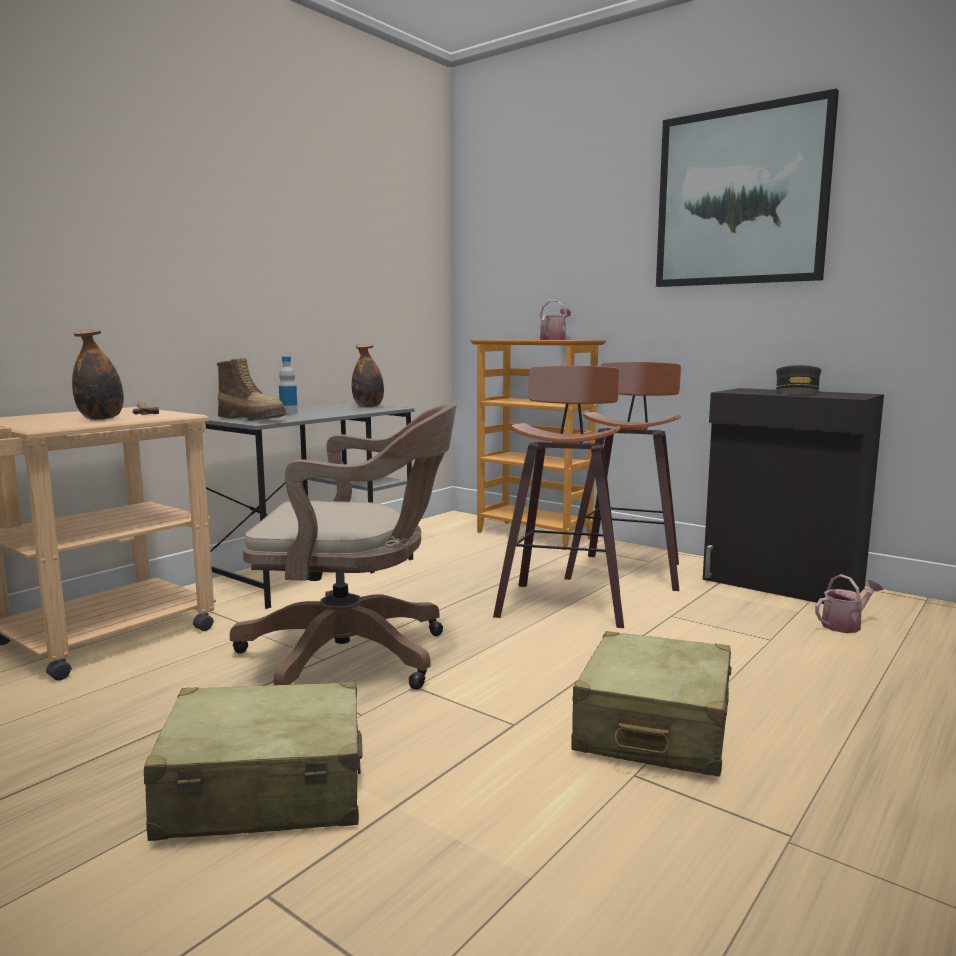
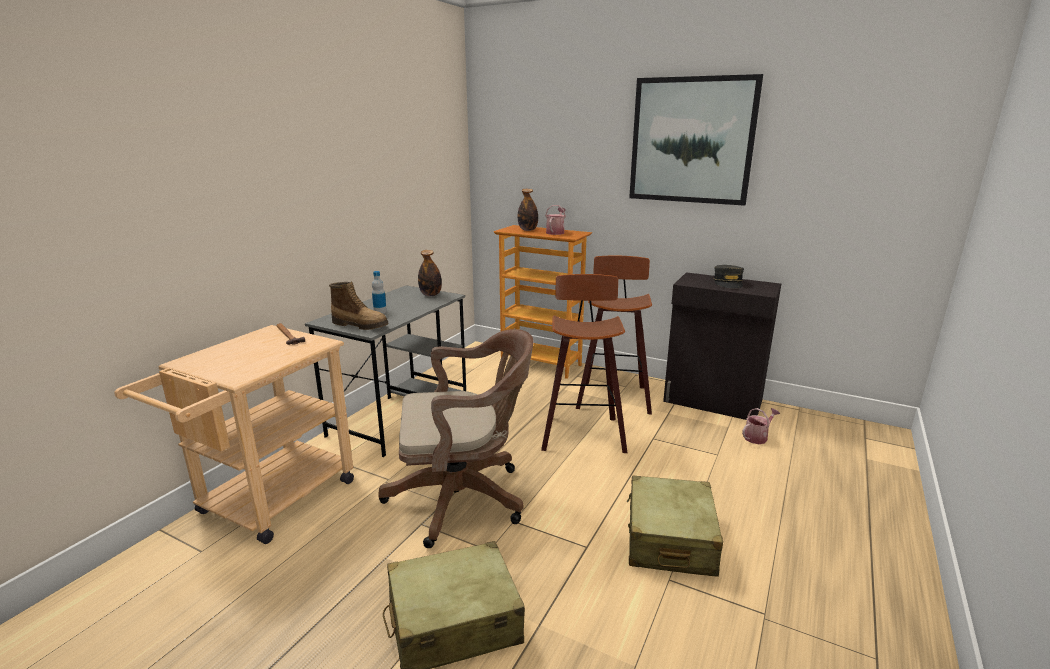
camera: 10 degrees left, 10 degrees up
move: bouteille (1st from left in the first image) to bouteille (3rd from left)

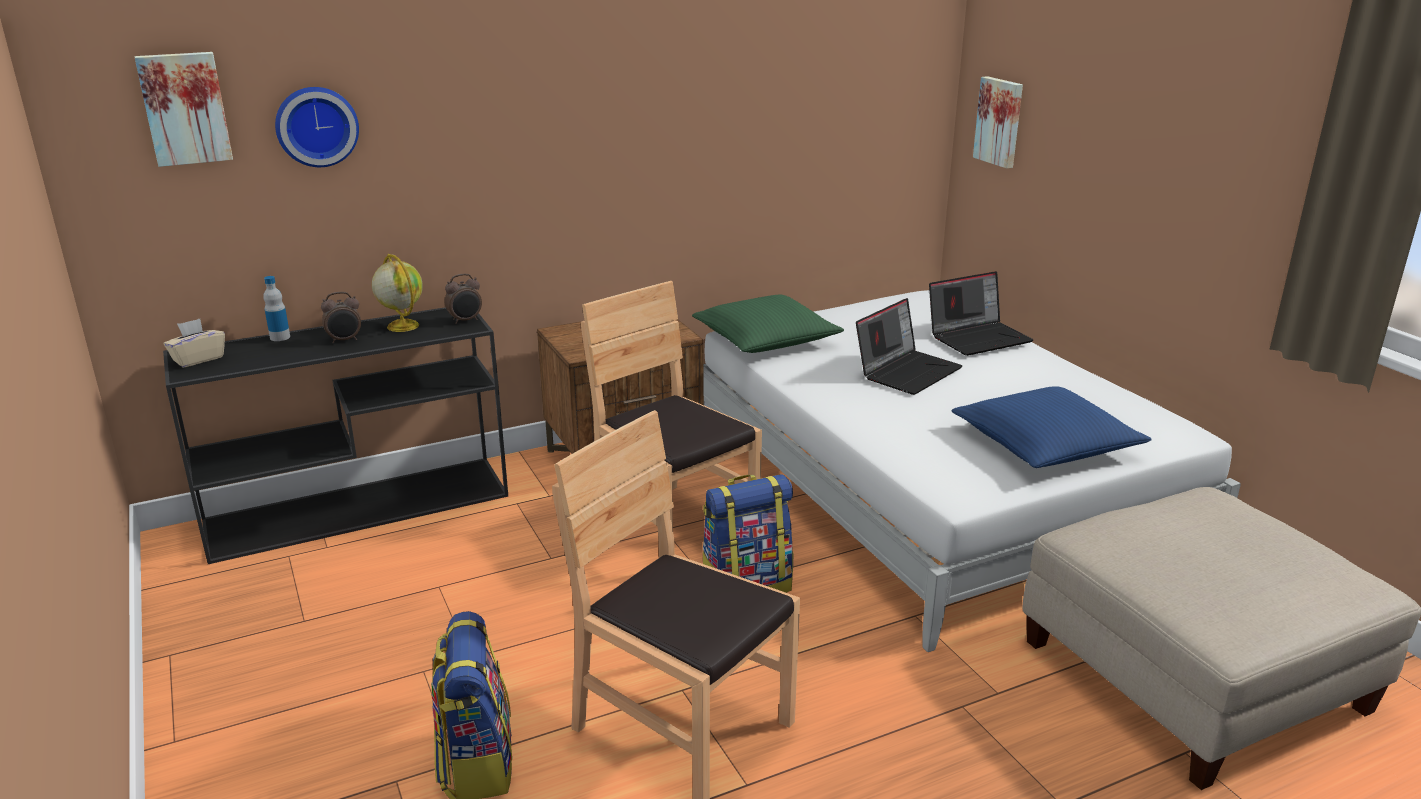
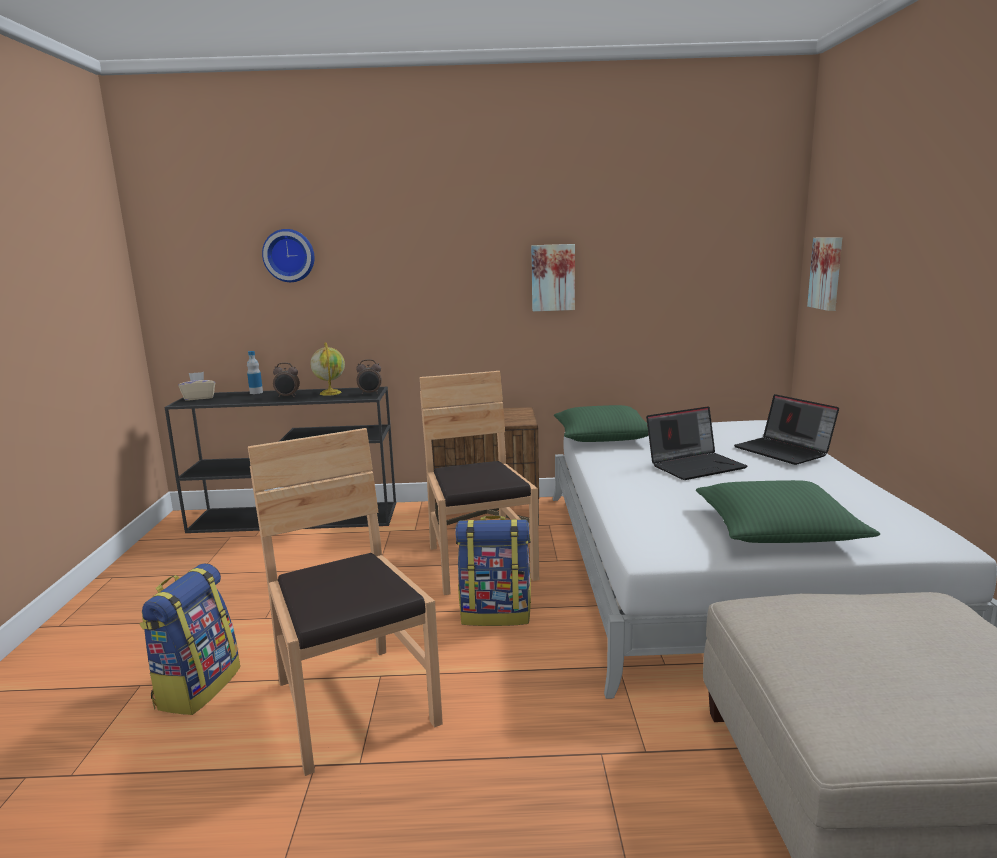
camera: 25 degrees right, 10 degrees down
move: tableau (1st from left)
recolor: coussin (bleu) to coussin (vert) (2nd from left)
rotate: ordinateur portable (2nd from left) 60 degrees clockwise

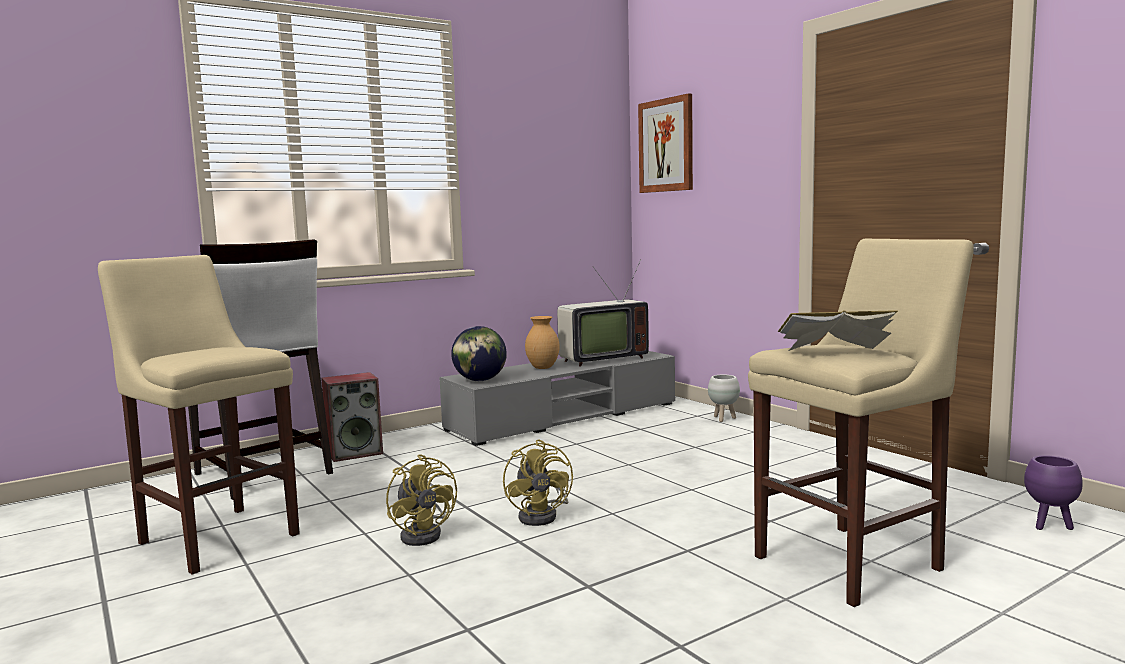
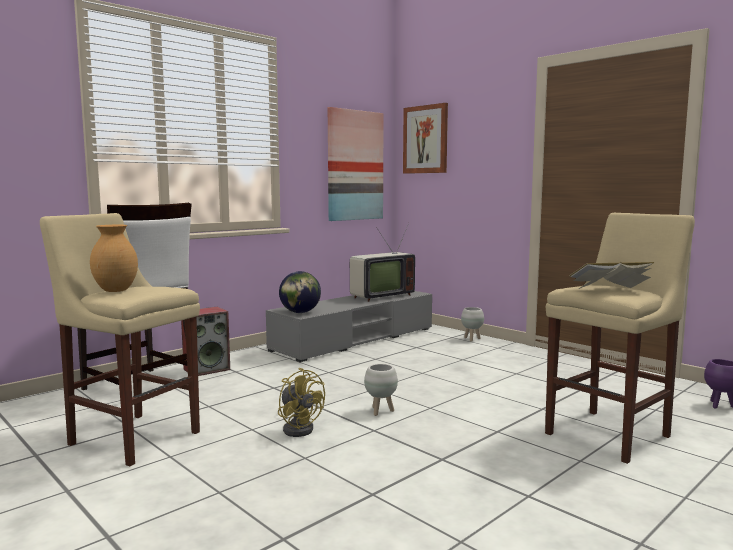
camera: 10 degrees left, 0 degrees up
insert: tableau (1st from left)
move: vase (marron)
replace: ventilateur (jaune) (2nd from left) to cache-pot (blanc) (1st from left)

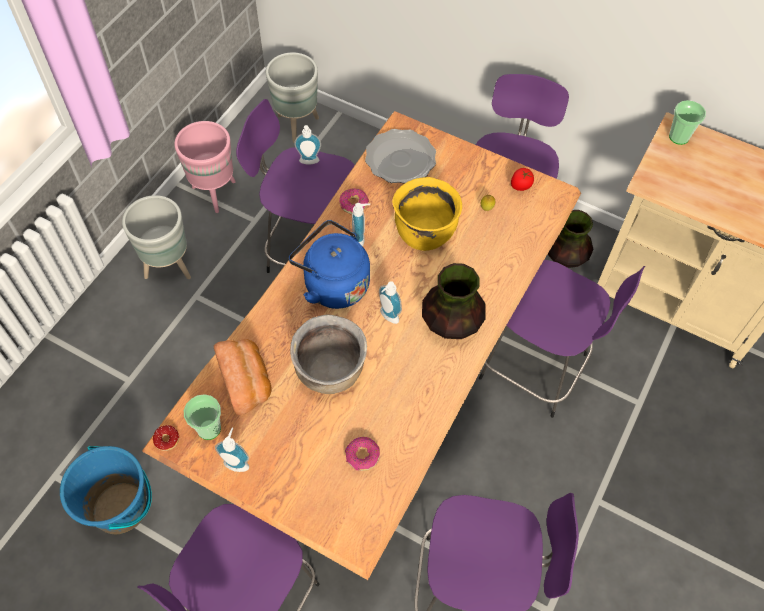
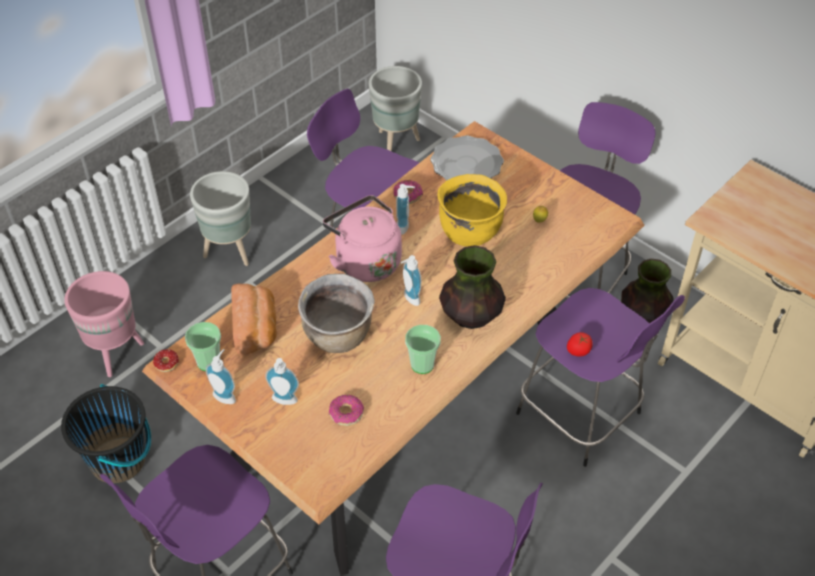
camera: 15 degrees right, 10 degrees down
move: tasse (2nd from left); cache-pot (rose); distributeur de savon (2nd from left); tomate
recolor: bouilloire (bleu) to bouilloire (rose); seau (bleu) to seau (noir)

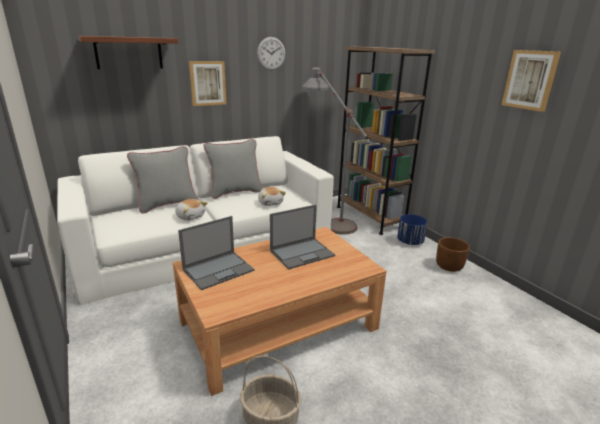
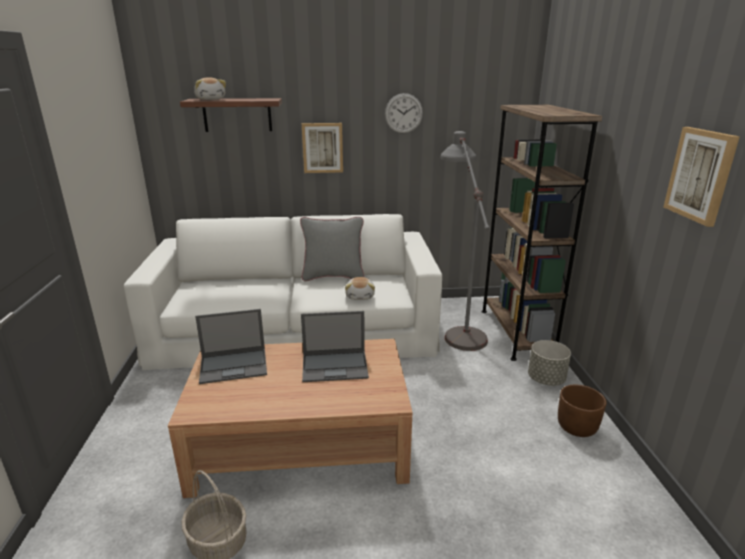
camera: 25 degrees right, 0 degrees up
delete: coussin (gris) (1st from left)
move: peluche (1st from left)
recolor: cache-pot (bleu) to cache-pot (gris)

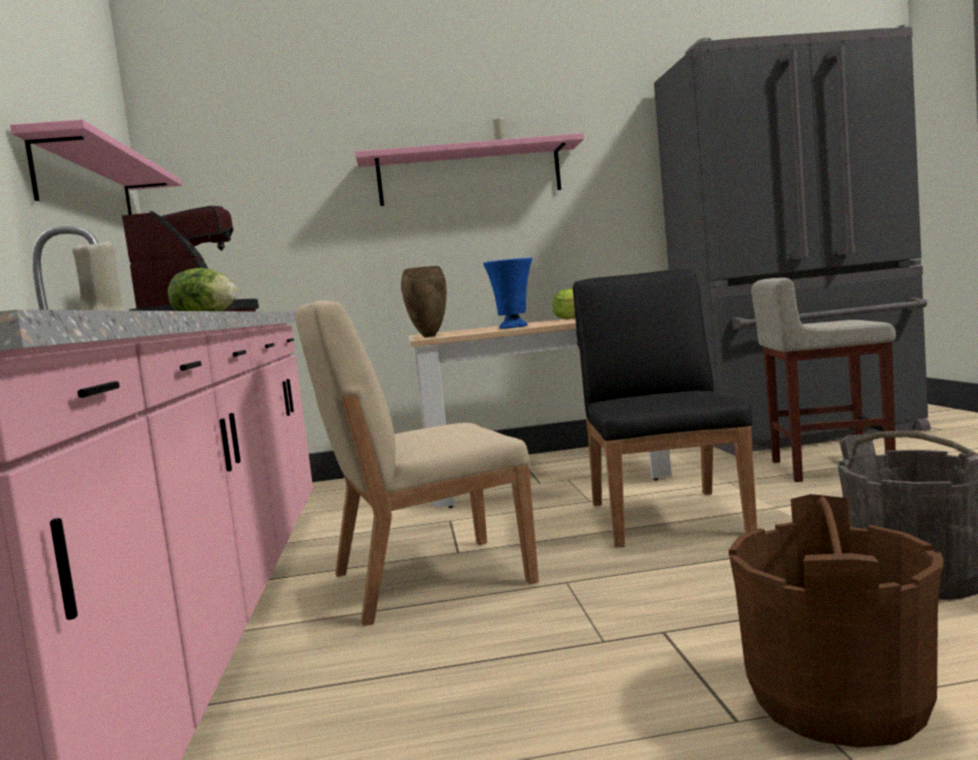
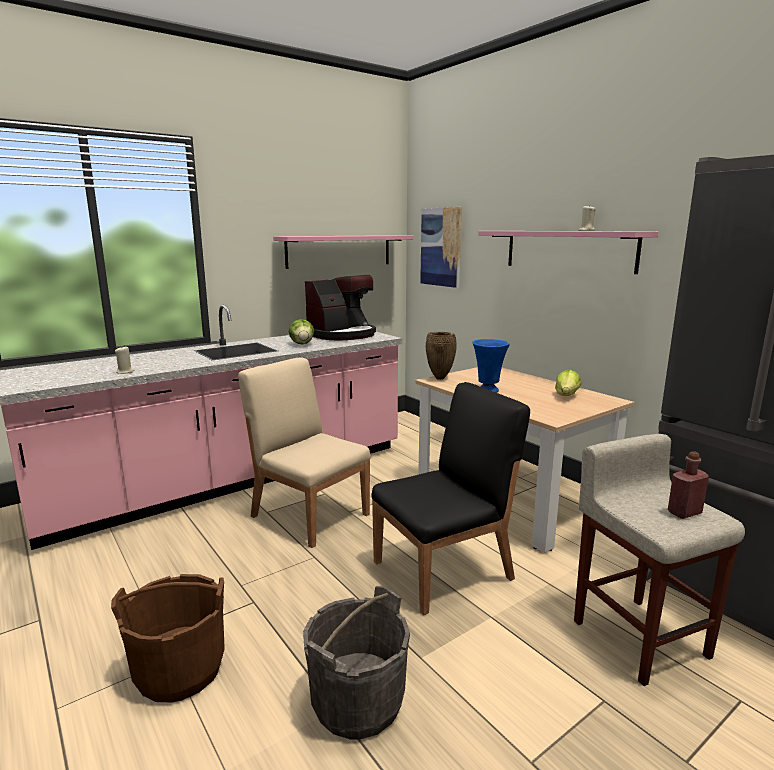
camera: 60 degrees right, 10 degrees up
insert: tableau; bouteille (rouge)

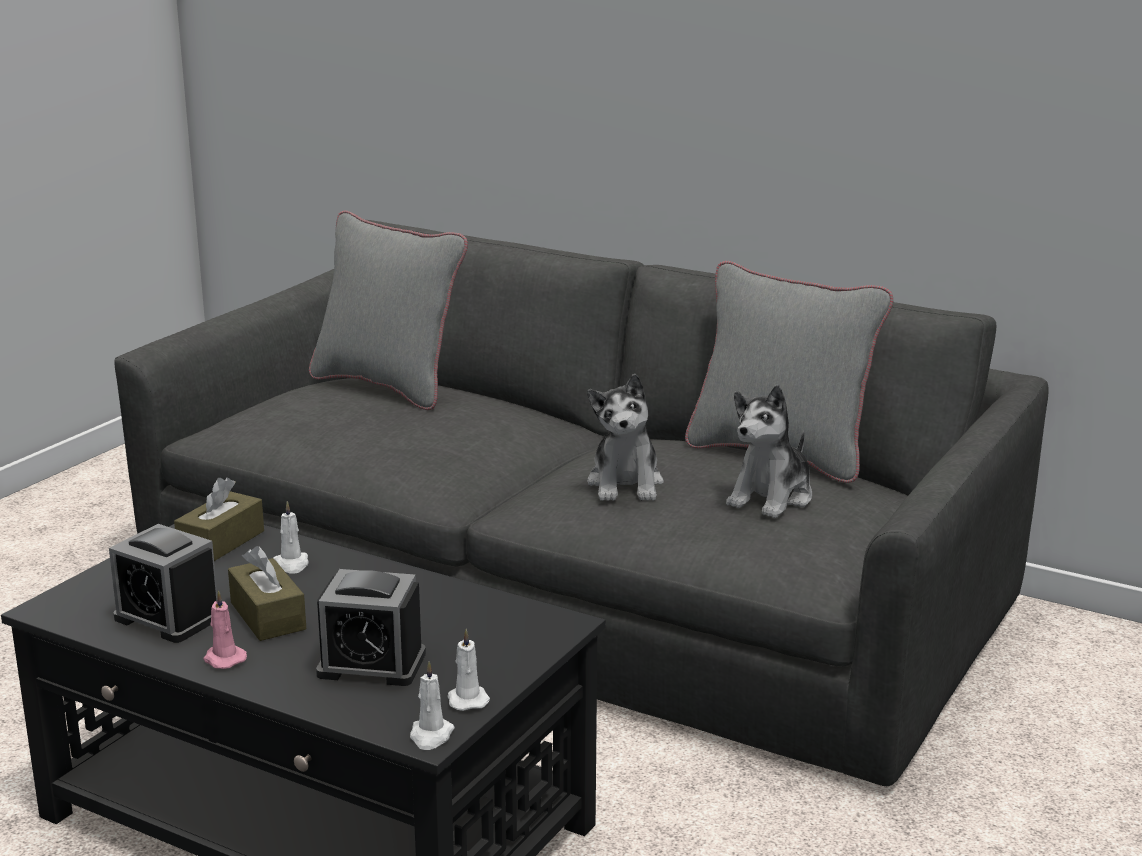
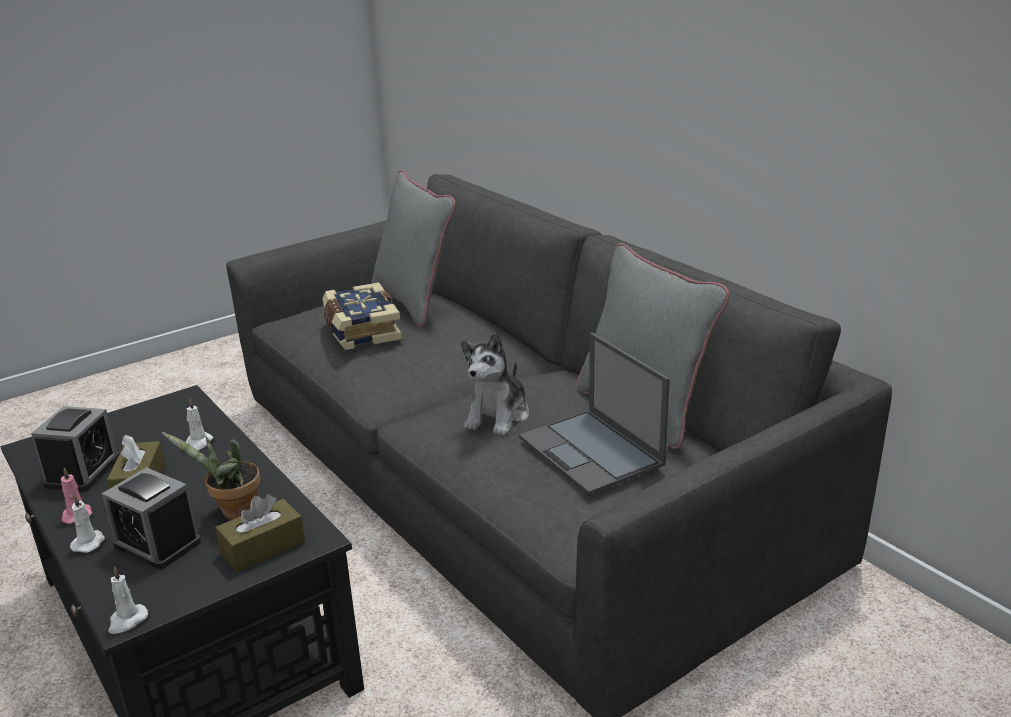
camera: 25 degrees right, 5 degrees up
insert: livre; plante en pot
move: boîte à mouchoirs (marron) (1st from left in the first image) to boîte à mouchoirs (marron) (2nd from left); bougie (blanc) (3rd from left in the first image) to bougie (blanc) (1st from left)
replace: peluche (2nd from left) to ordinateur portable
rotate: réveil (1st from left) 135 degrees counterclockwise

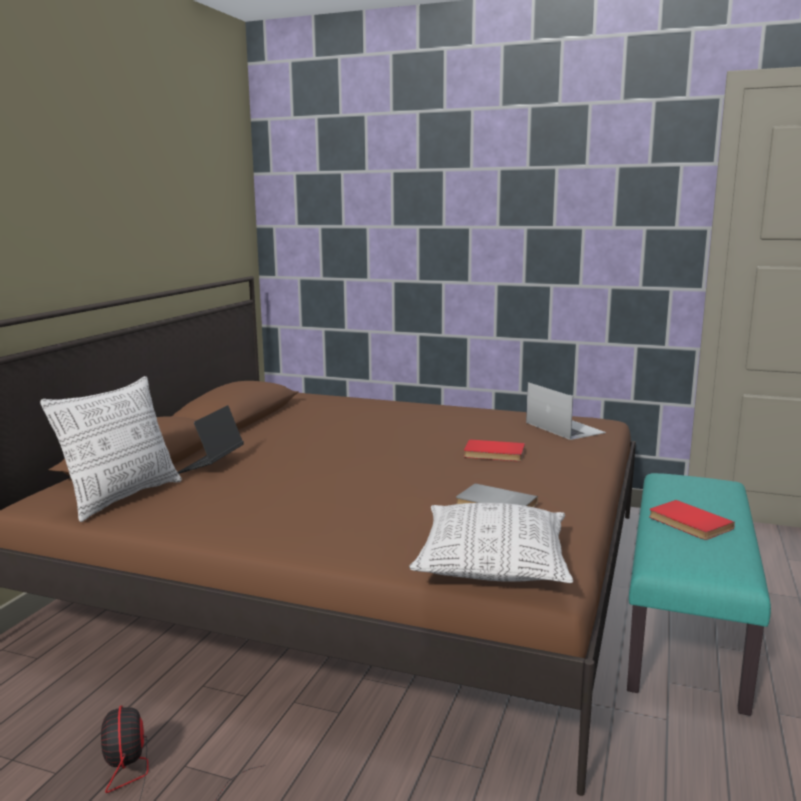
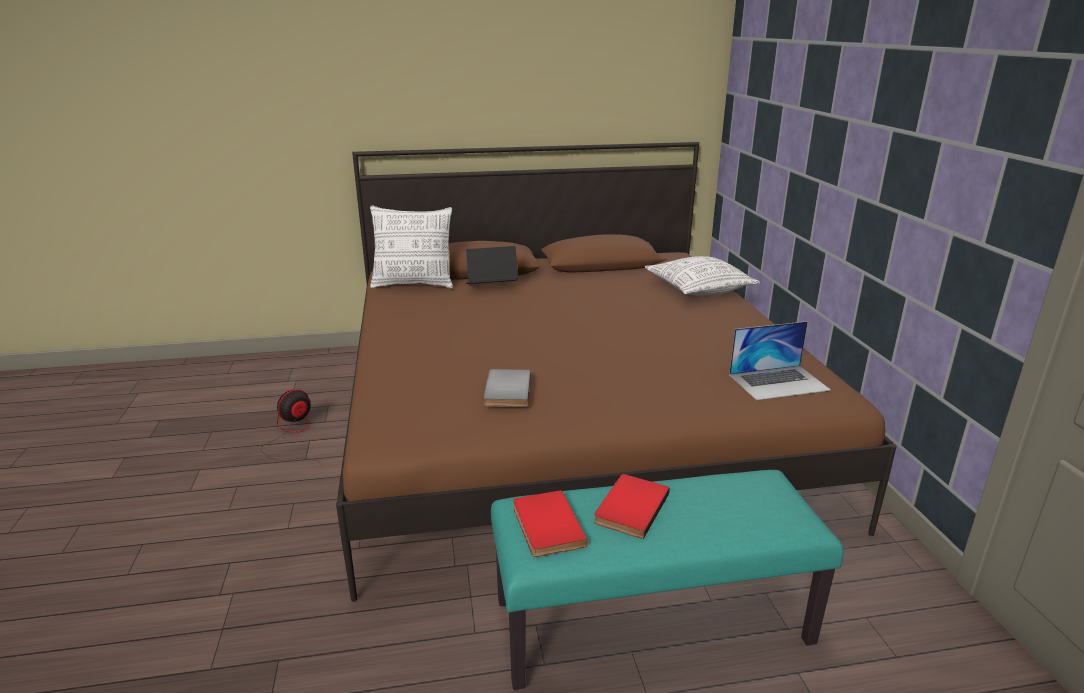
camera: 60 degrees right, 10 degrees up
move: livre (rouge) (1st from left); coussin (2nd from left)
rotate: ordinateur portable (2nd from left) 45 degrees clockwise

